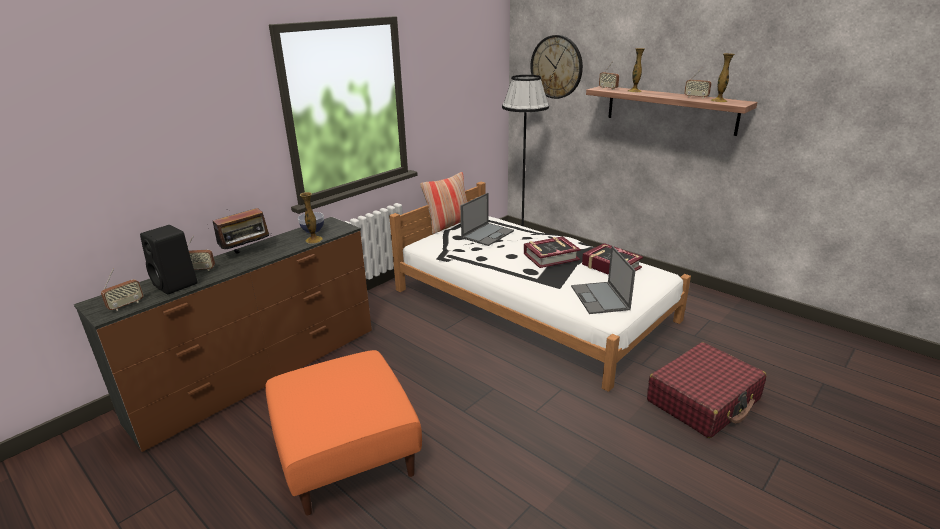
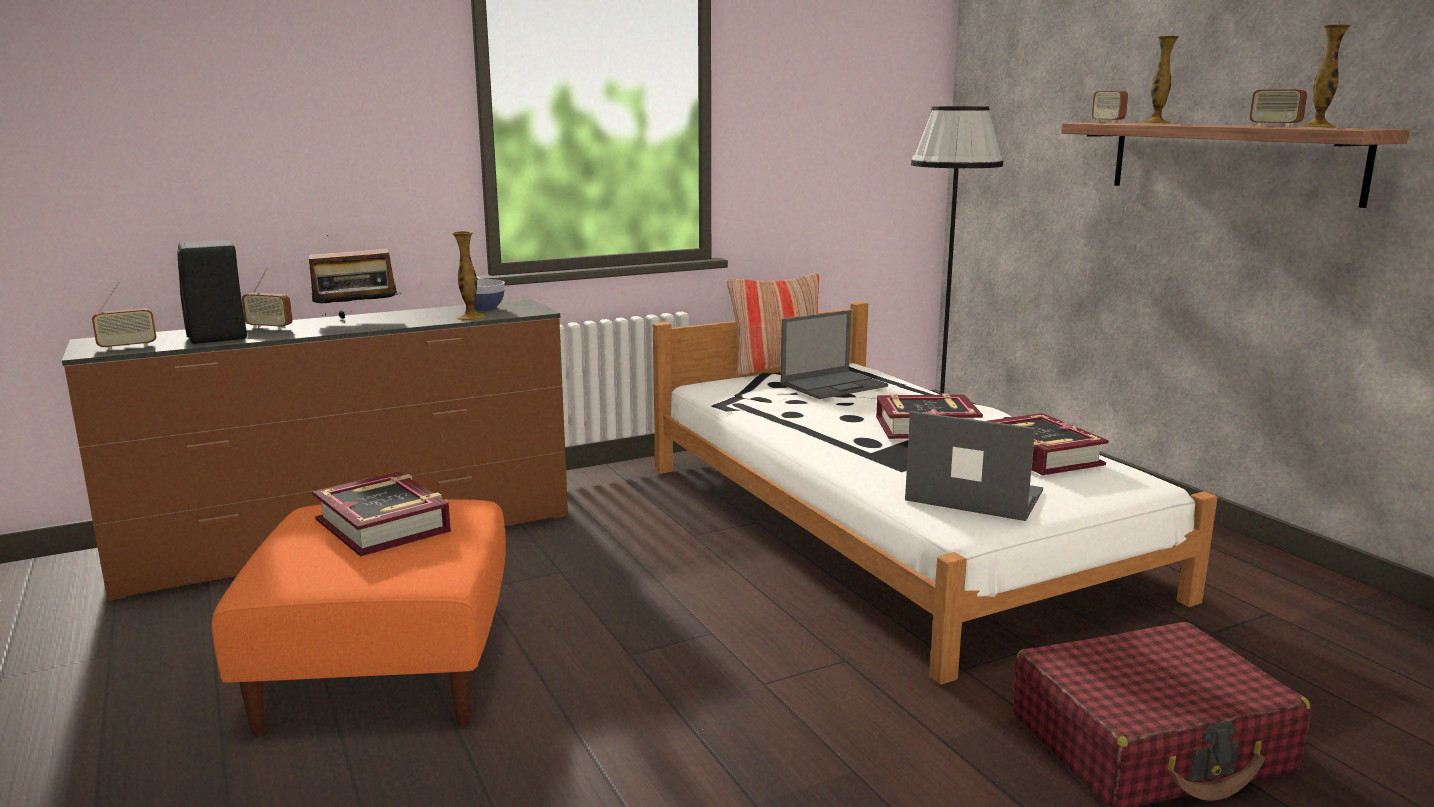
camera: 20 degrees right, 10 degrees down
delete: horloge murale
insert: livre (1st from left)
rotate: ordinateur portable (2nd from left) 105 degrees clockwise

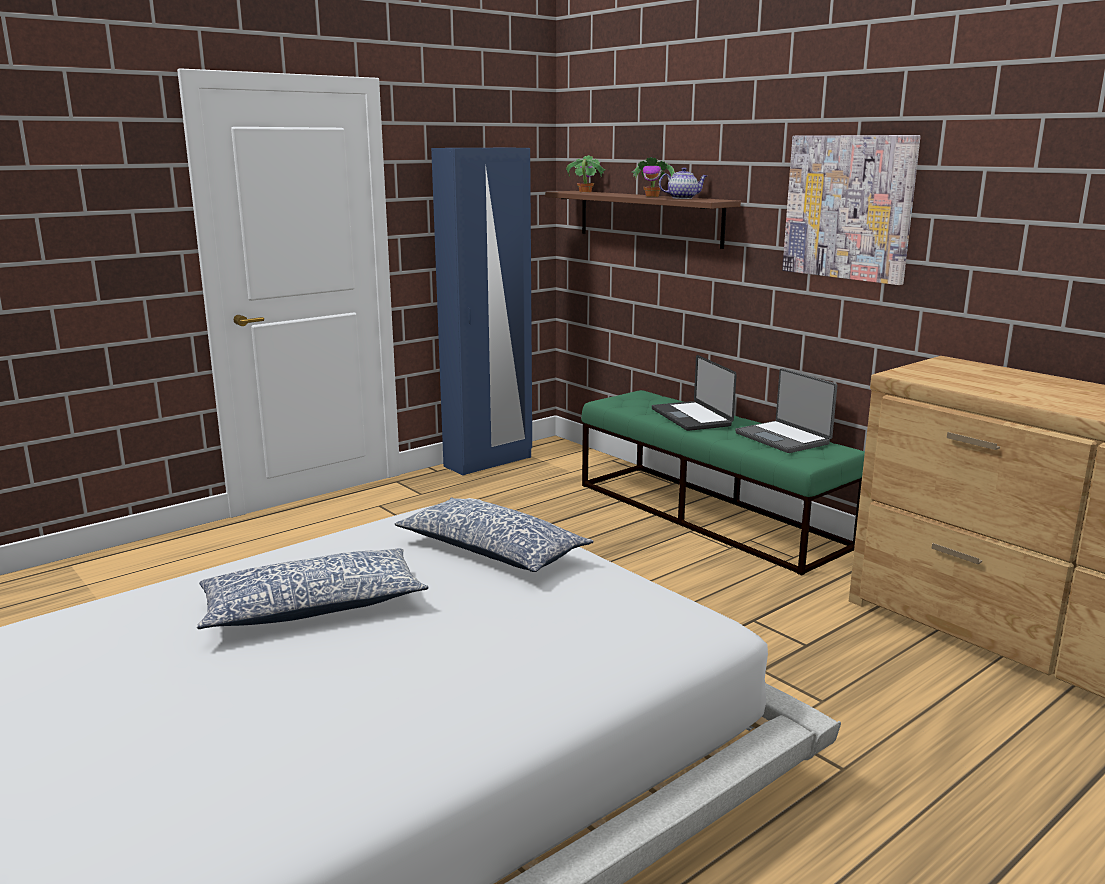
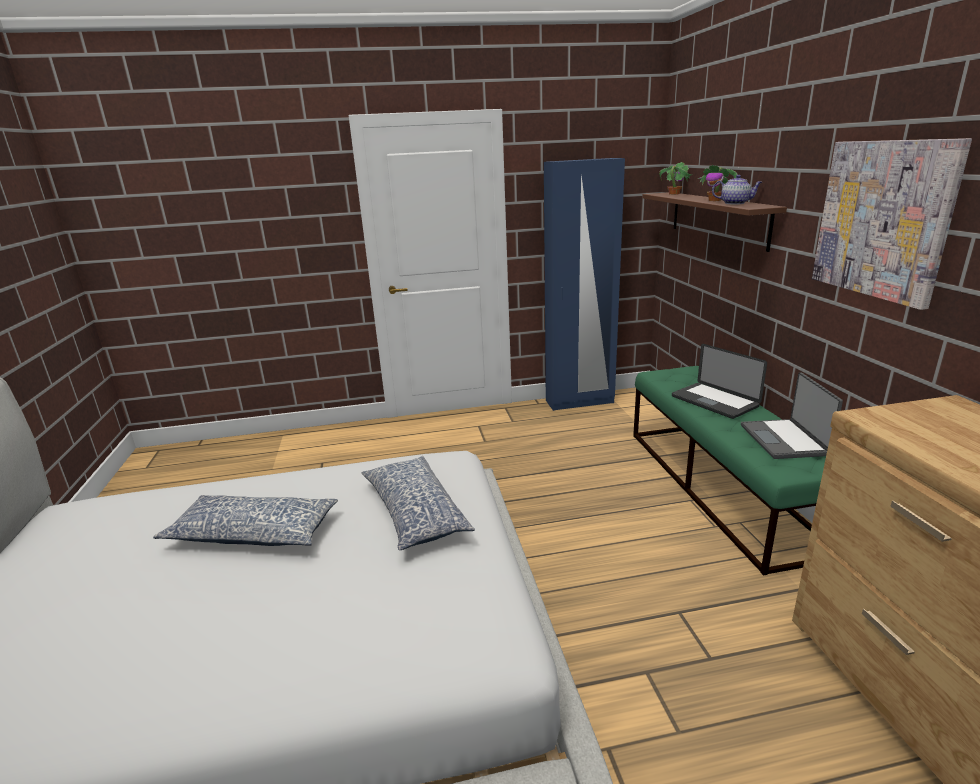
camera: 30 degrees right, 5 degrees up
rotate: ordinateur portable (1st from left) 45 degrees counterclockwise

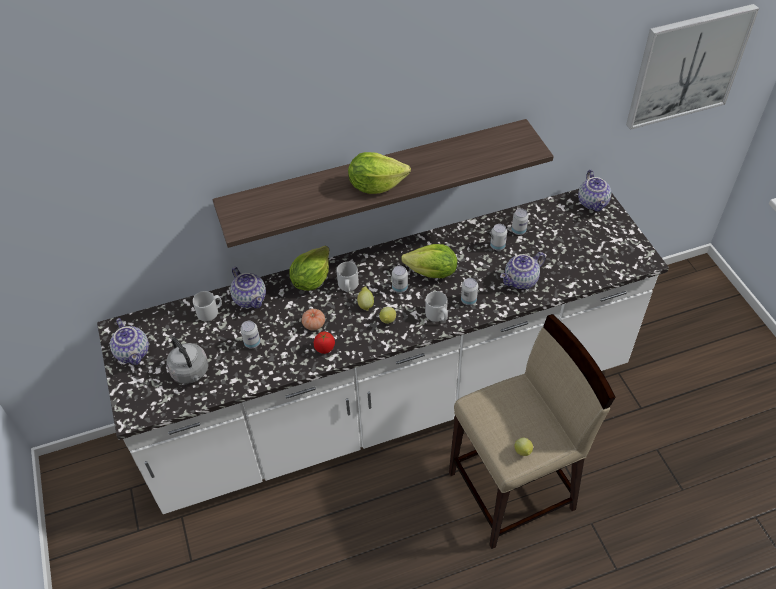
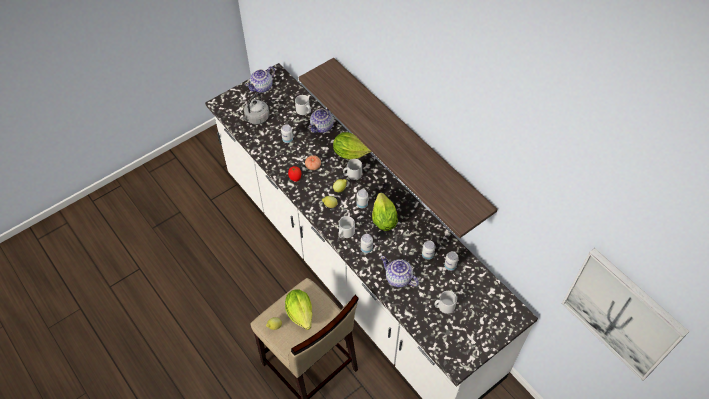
camera: 70 degrees right, 5 degrees up
delete: théière (4th from left)
insert: mug (gris) (4th from left)
move: laitue (2nd from left in the first image) to laitue (1st from left)

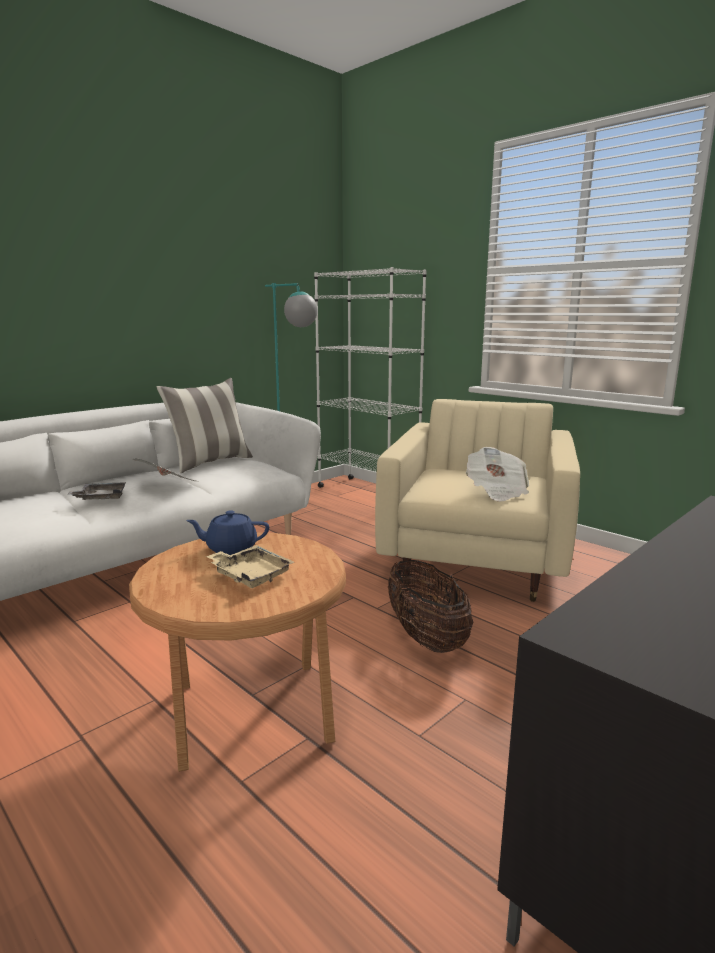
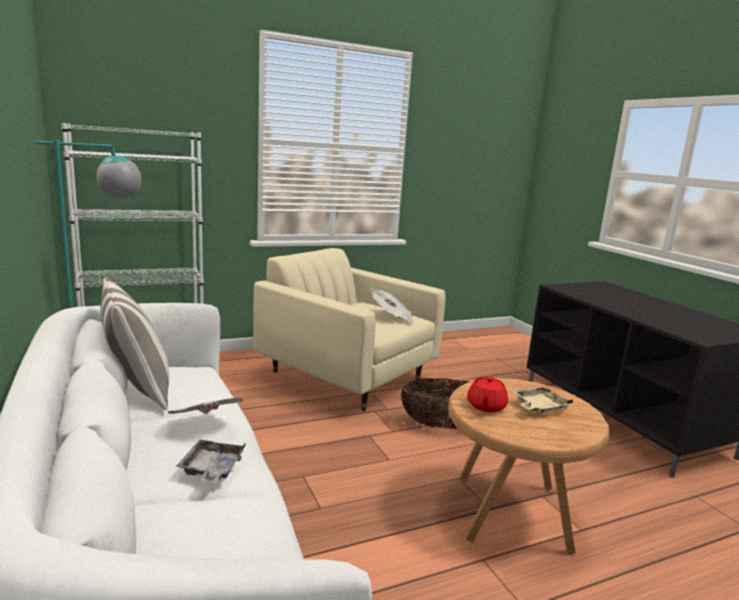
camera: 70 degrees left, 0 degrees up
recolor: théière (bleu) to théière (rouge)

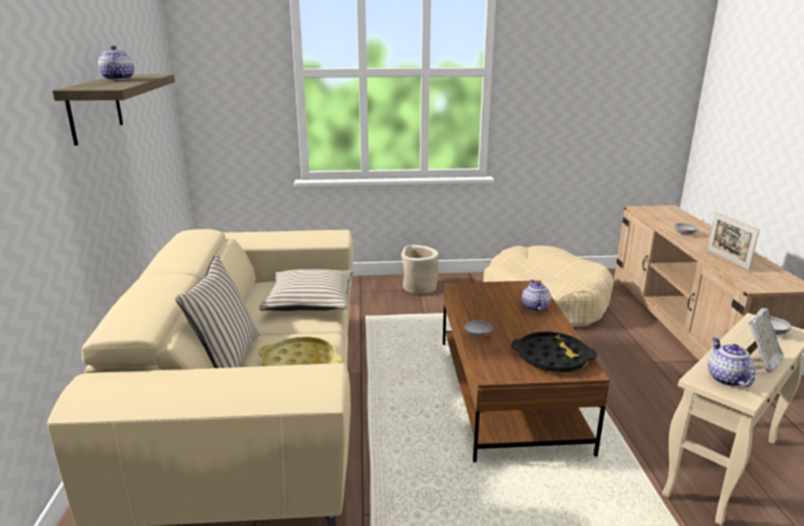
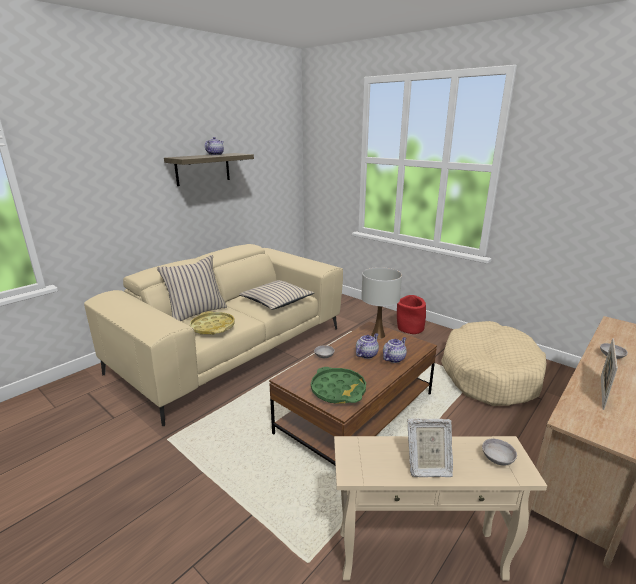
camera: 45 degrees right, 0 degrees up
insert: lampe de table (blanc)
move: théière (3rd from left in the first image) to théière (2nd from left)
recolor: cache-pot (beige) to cache-pot (rouge); plateau (noir) to plateau (vert)

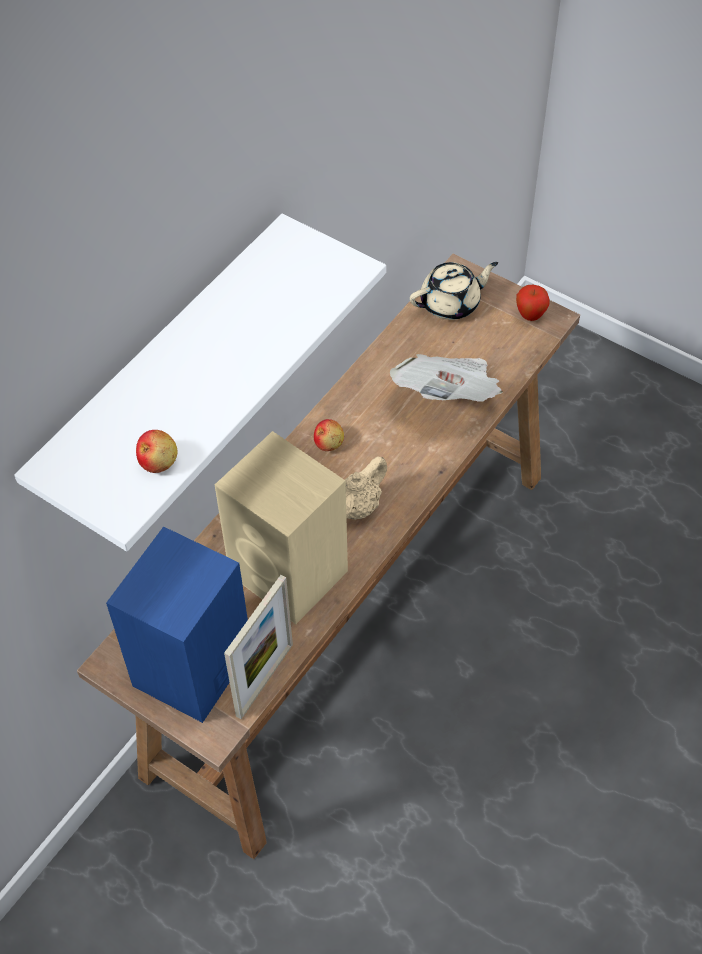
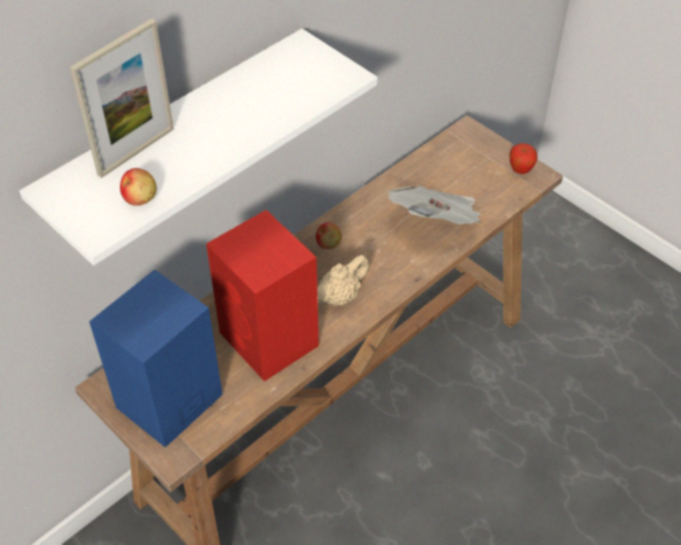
camera: 10 degrees right, 5 degrees down
delete: théière (beige) (2nd from left)
move: cadre photo
recolor: enceinte (beige) to enceinte (rouge)

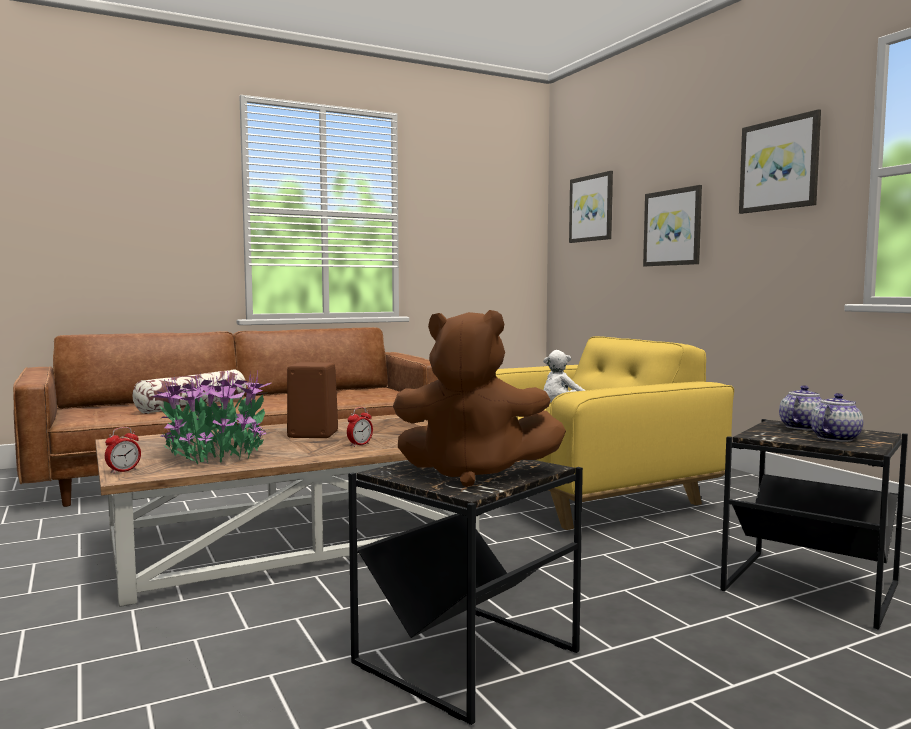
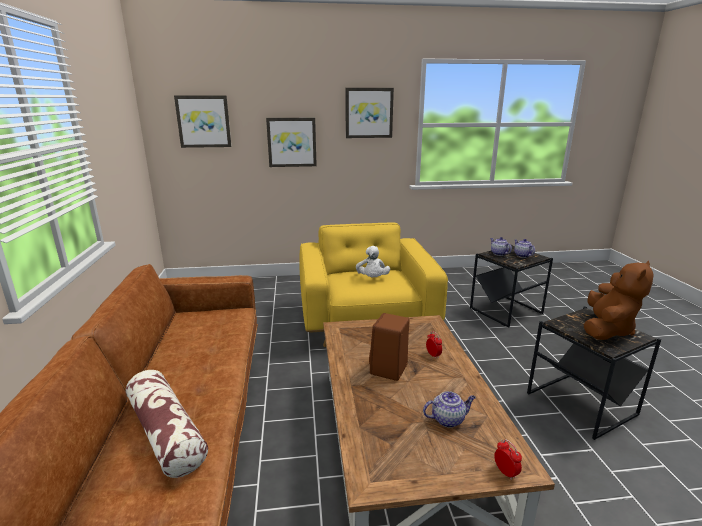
camera: 70 degrees left, 15 degrees up
replace: plante en pot to théière (1st from left)

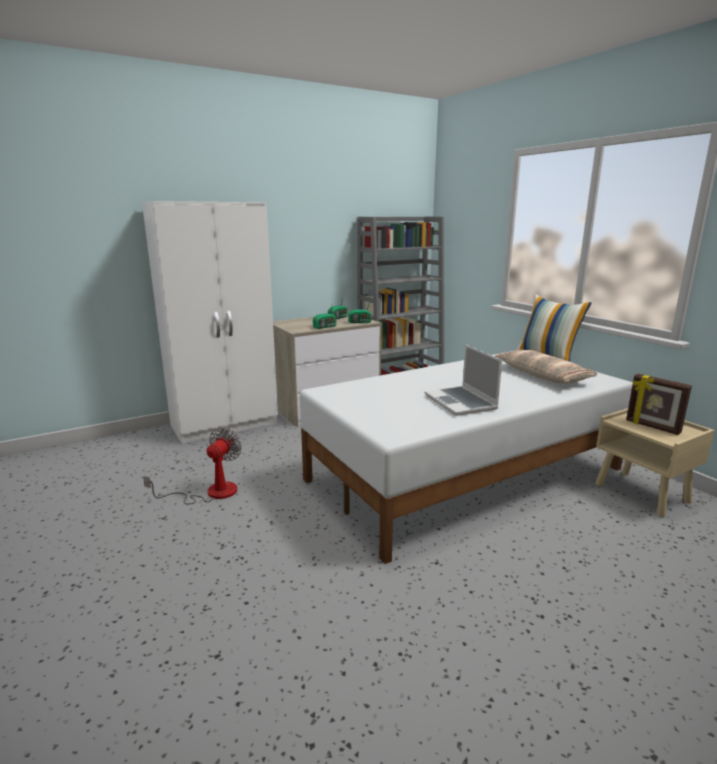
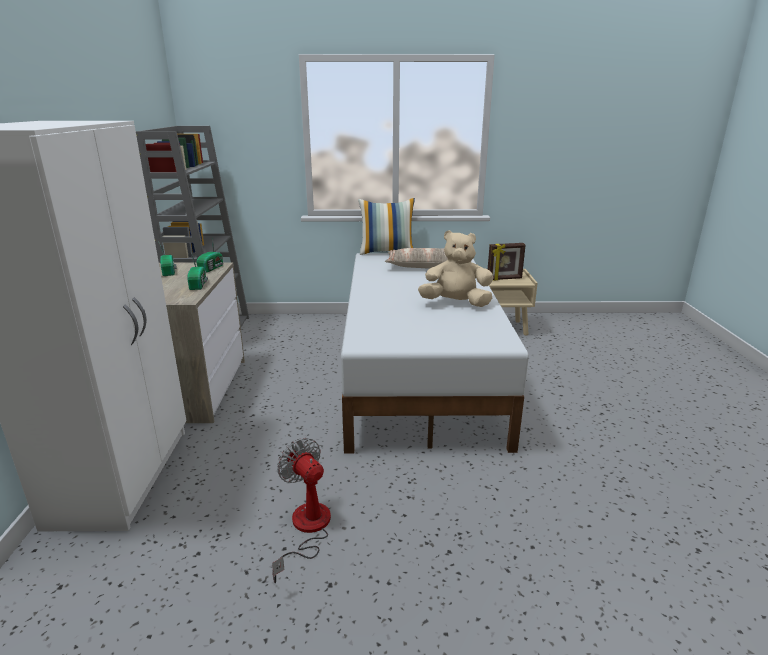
camera: 60 degrees left, 5 degrees up
replace: ordinateur portable to peluche (beige)

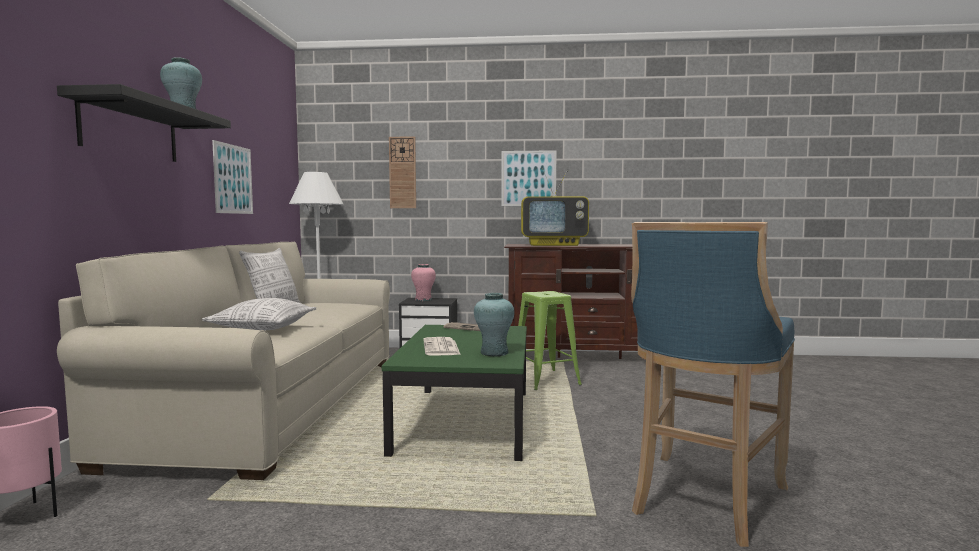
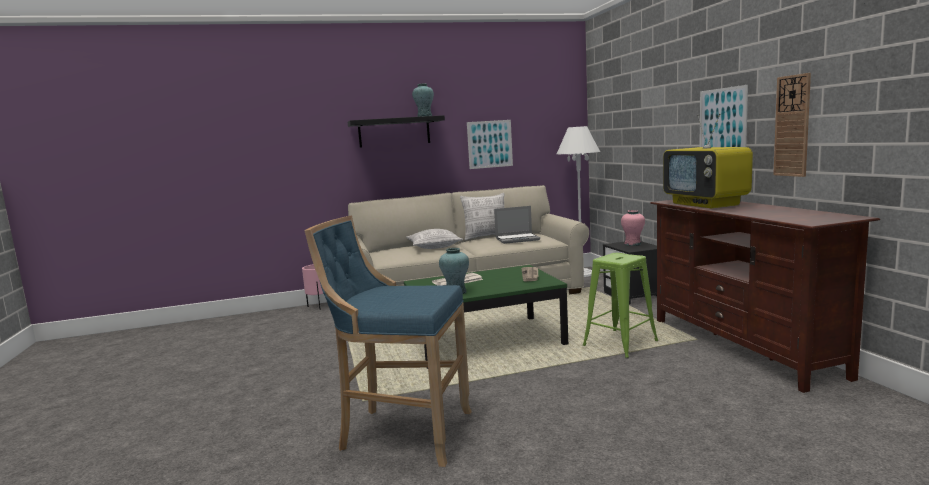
camera: 70 degrees right, 5 degrees up
insert: ordinateur portable
move: horloge murale

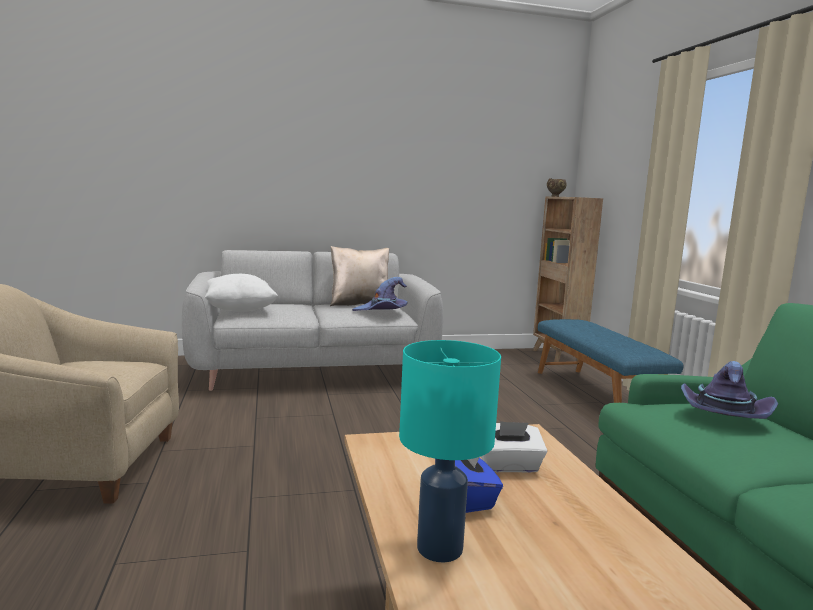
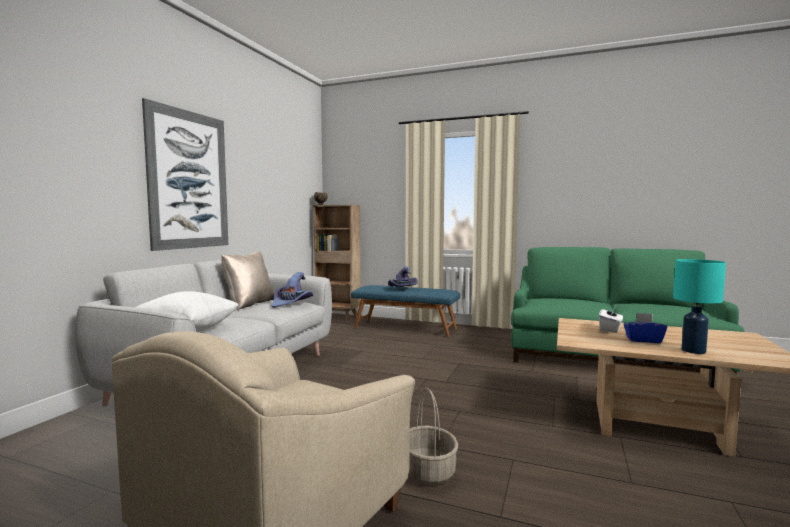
camera: 55 degrees left, 5 degrees down
insert: tableau; panier
move: chapeau (violet) (2nd from left)

